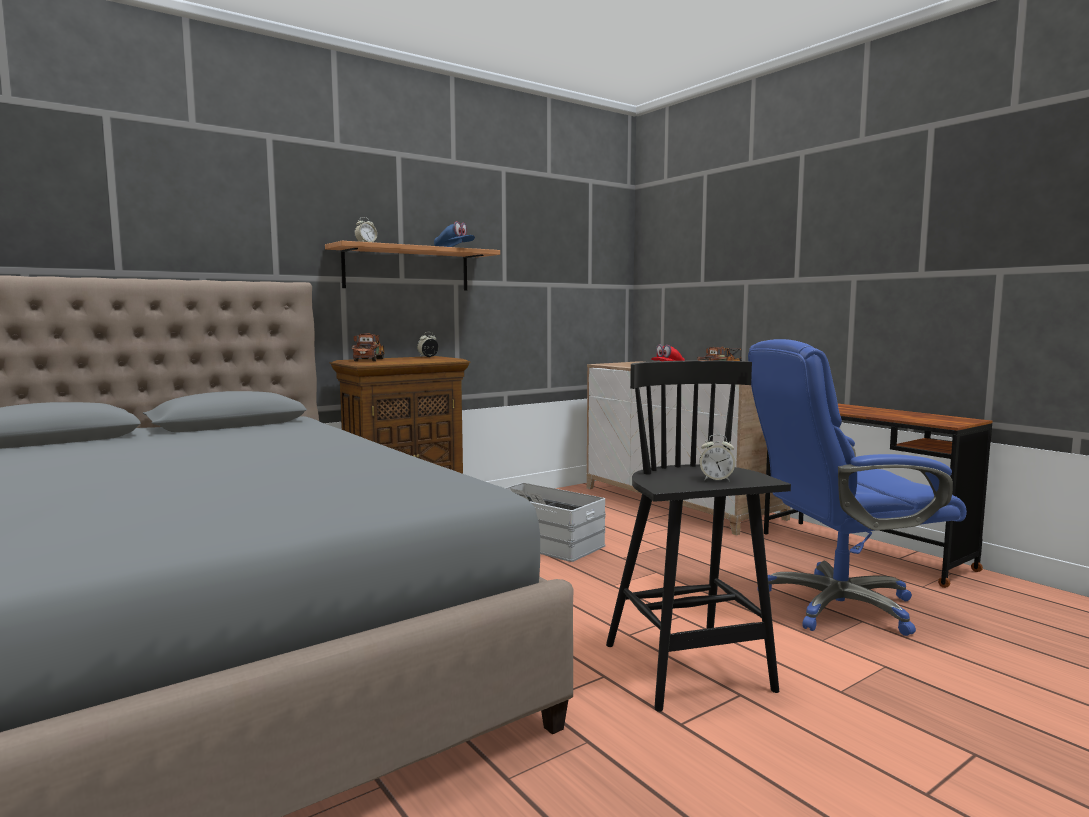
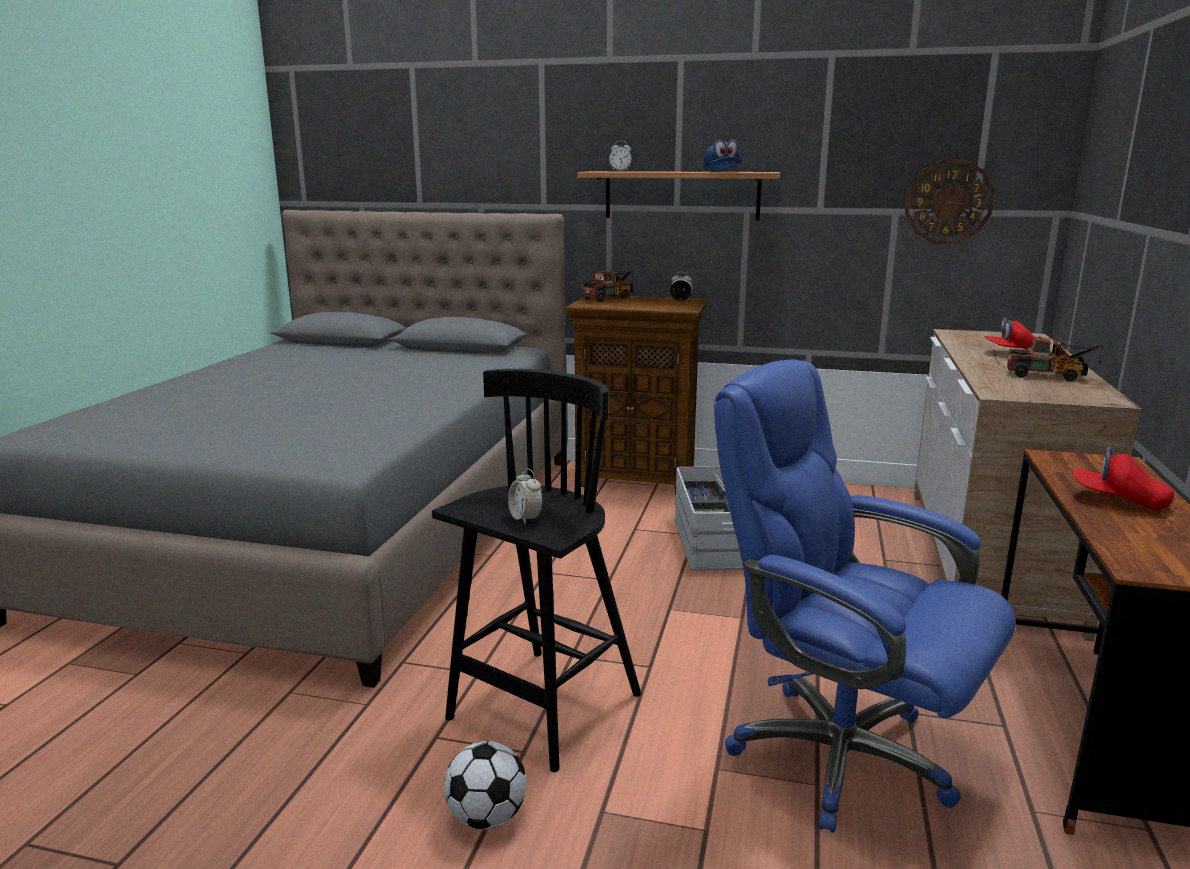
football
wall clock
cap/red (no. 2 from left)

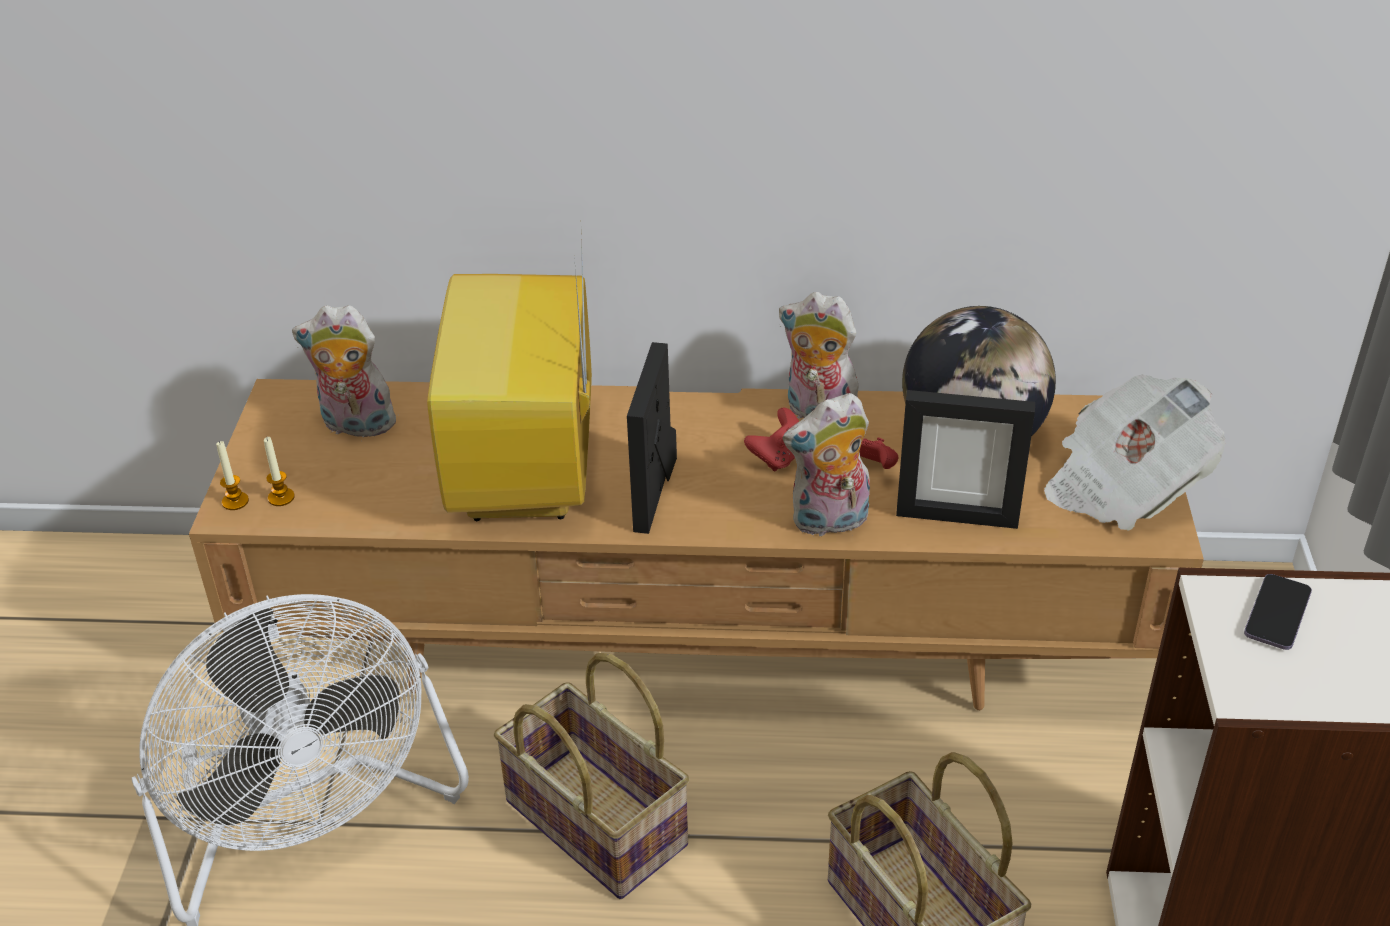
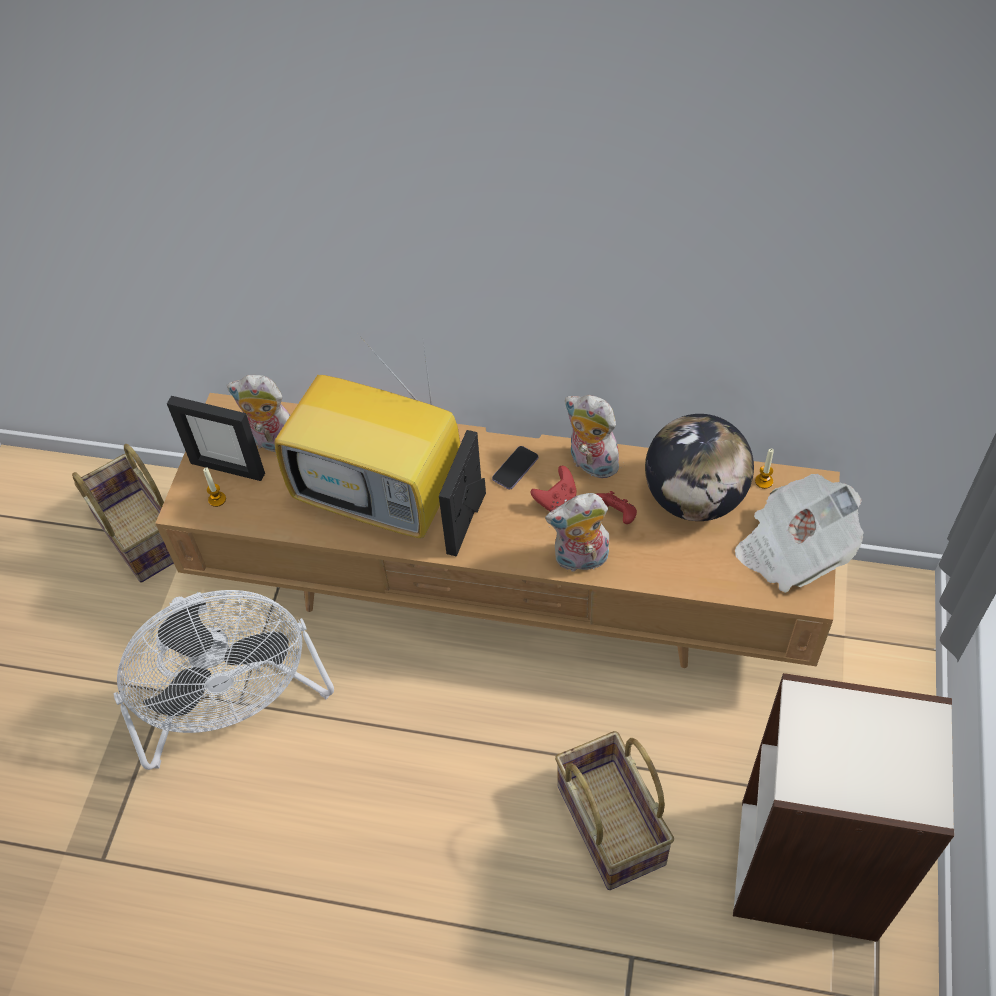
candle (no. 2 from left)
television
basket (no. 1 from left)
picture frame (no. 1 from left)
phone

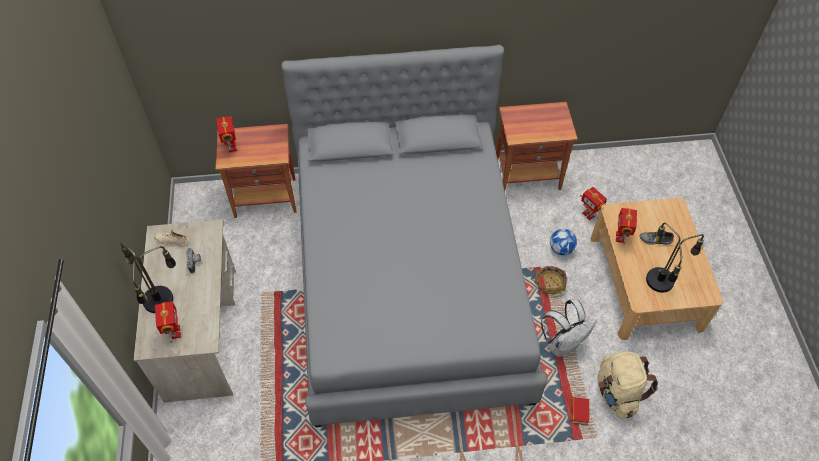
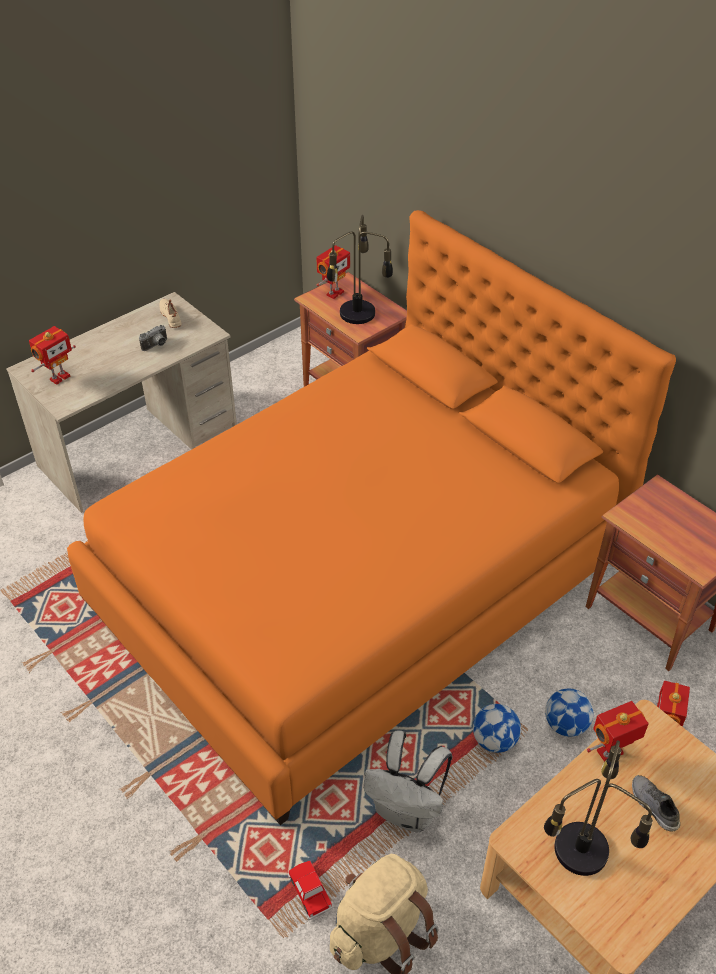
table lamp (no. 1 from left)
bed/orange
football (no. 1 from left)
toy car

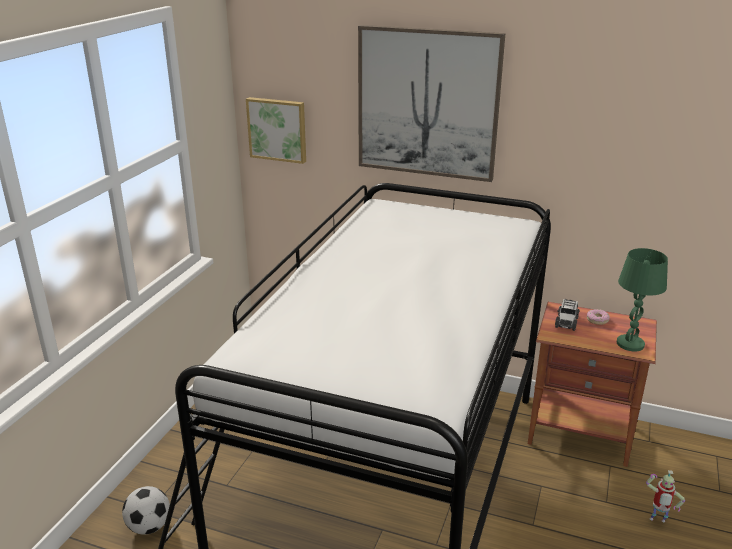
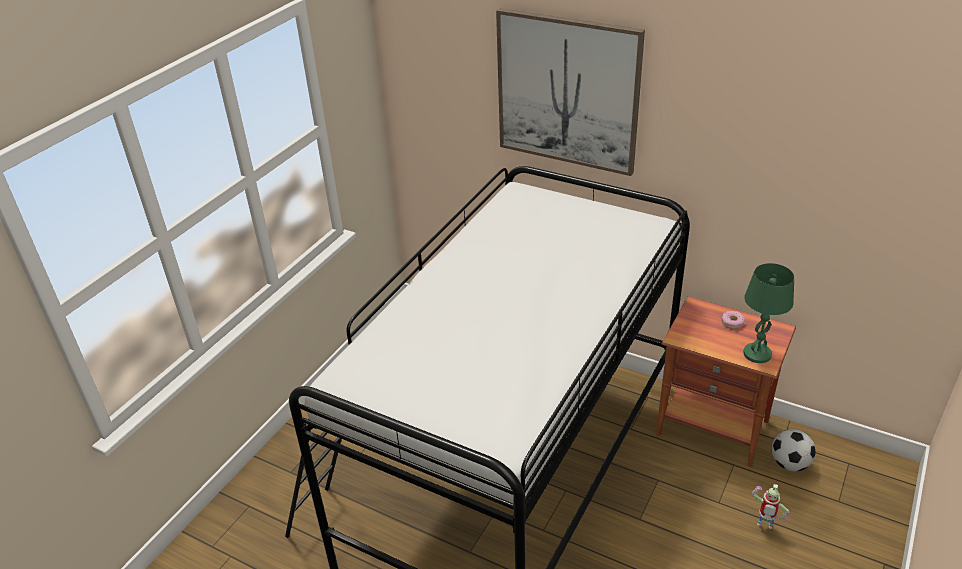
football
picture (no. 1 from left in the first image)
toy car

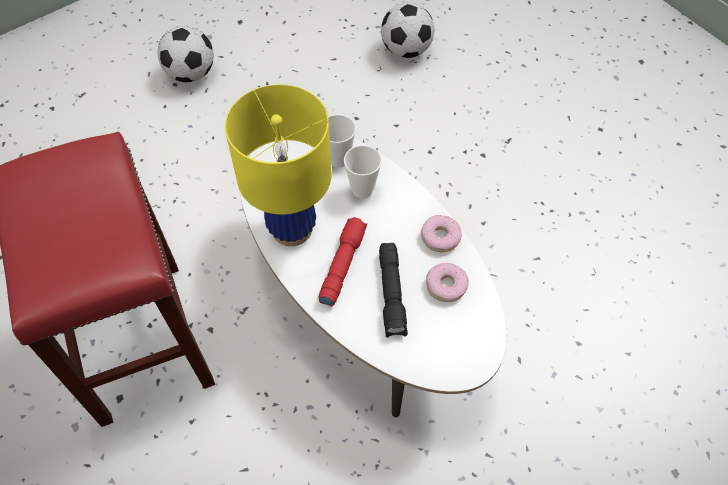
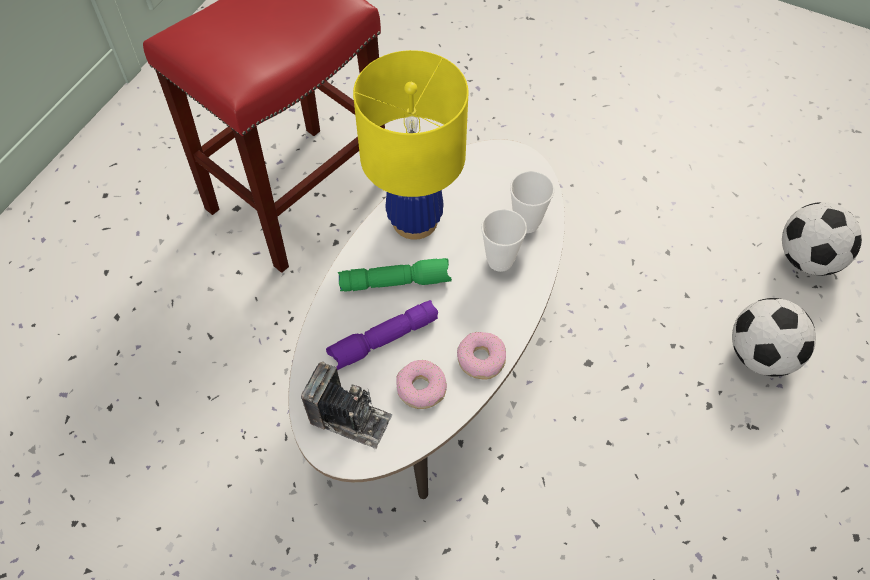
football (no. 1 from left)
flashlight/green
flashlight/purple
photo camera

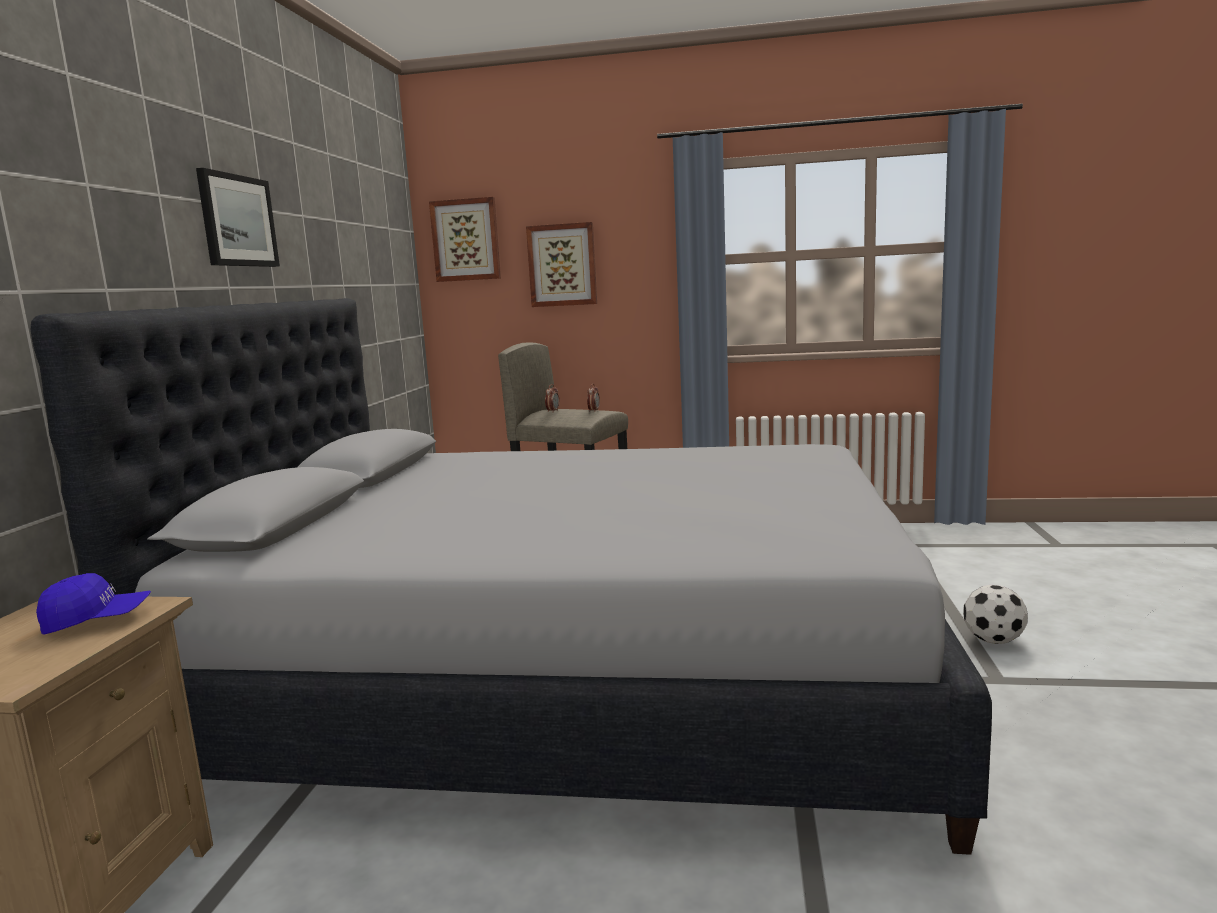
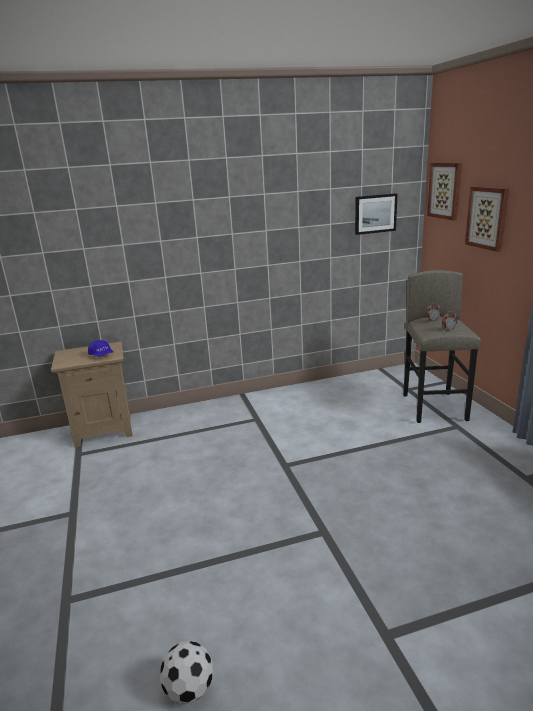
bed/grey
picture (no. 1 from left)
football

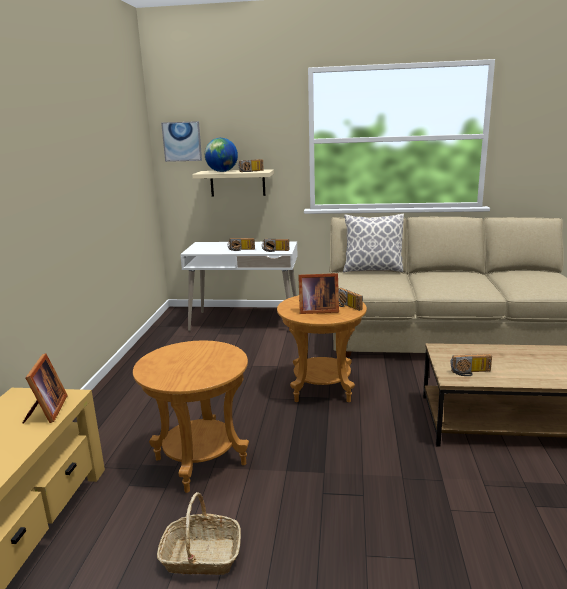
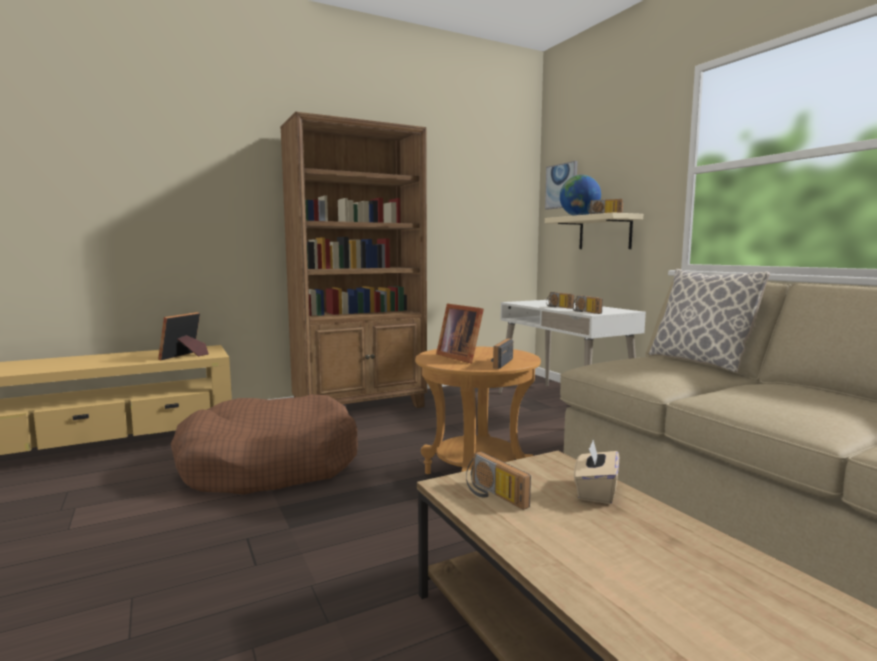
picture frame (no. 1 from left)
dog bed/brown
basket
bookcase/brown
tissue box/beige

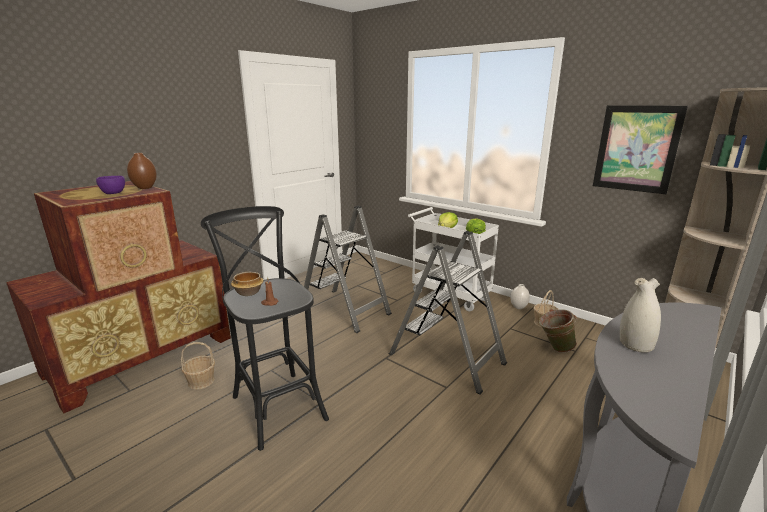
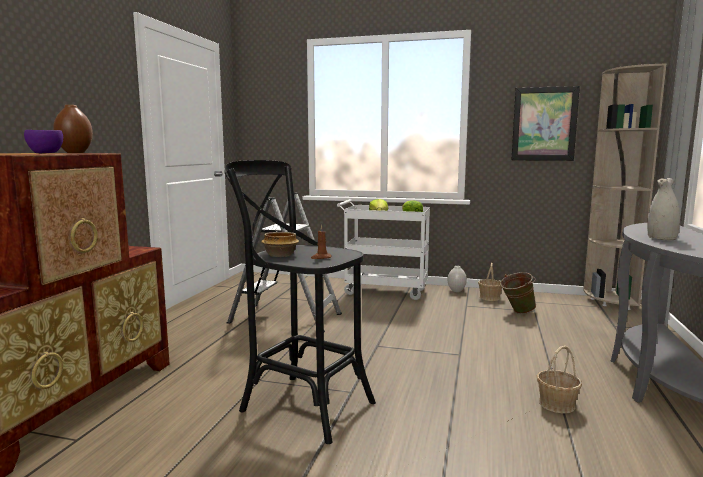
basket (no. 2 from left)
step ladder/grey (no. 2 from left in the first image)

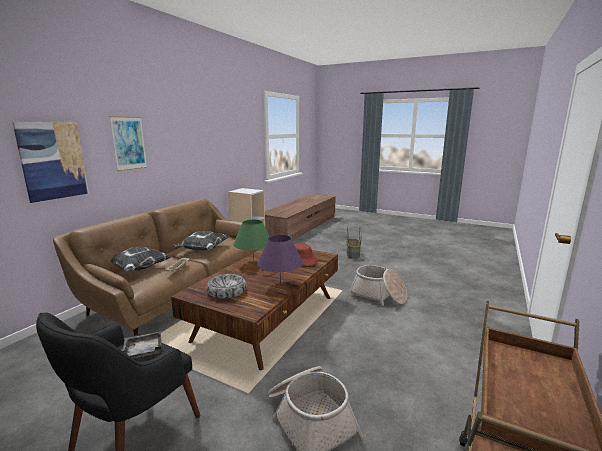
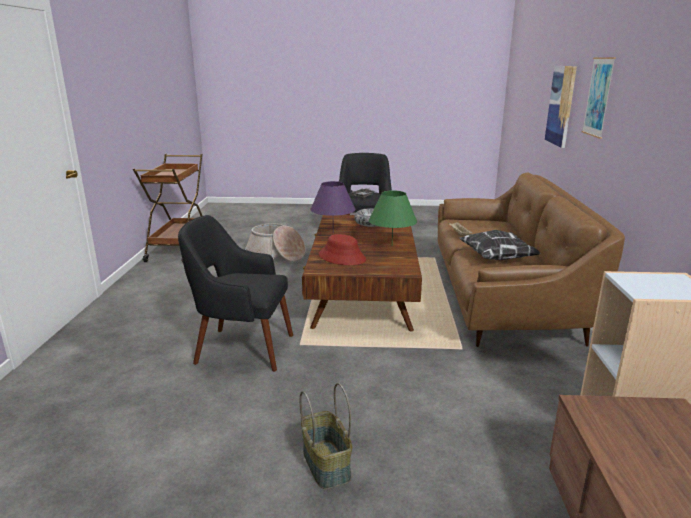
pillow (no. 1 from left in the first image)
armchair/black (no. 1 from left)

